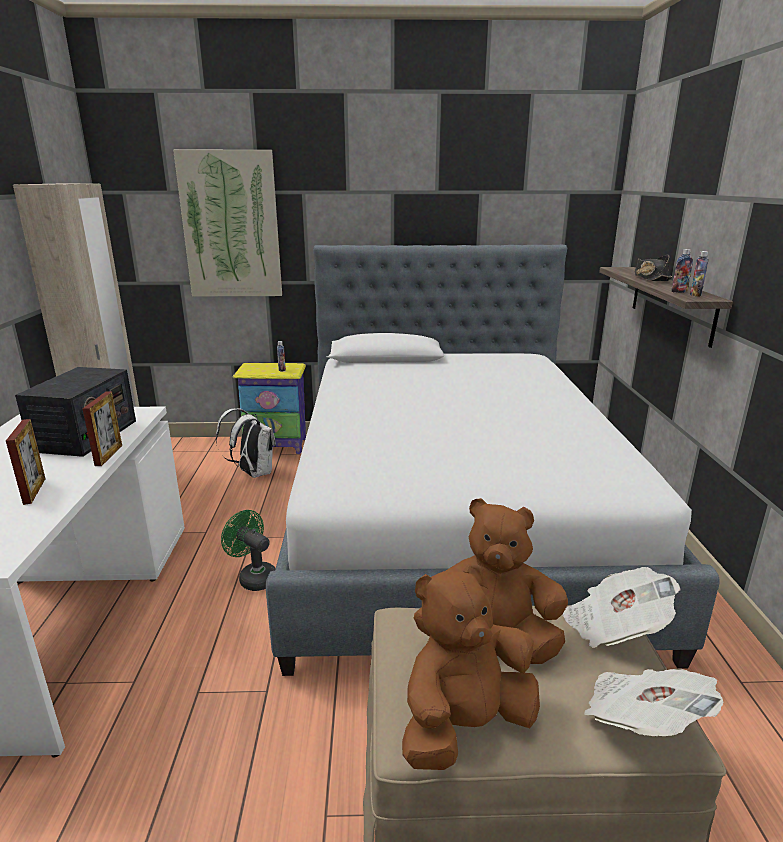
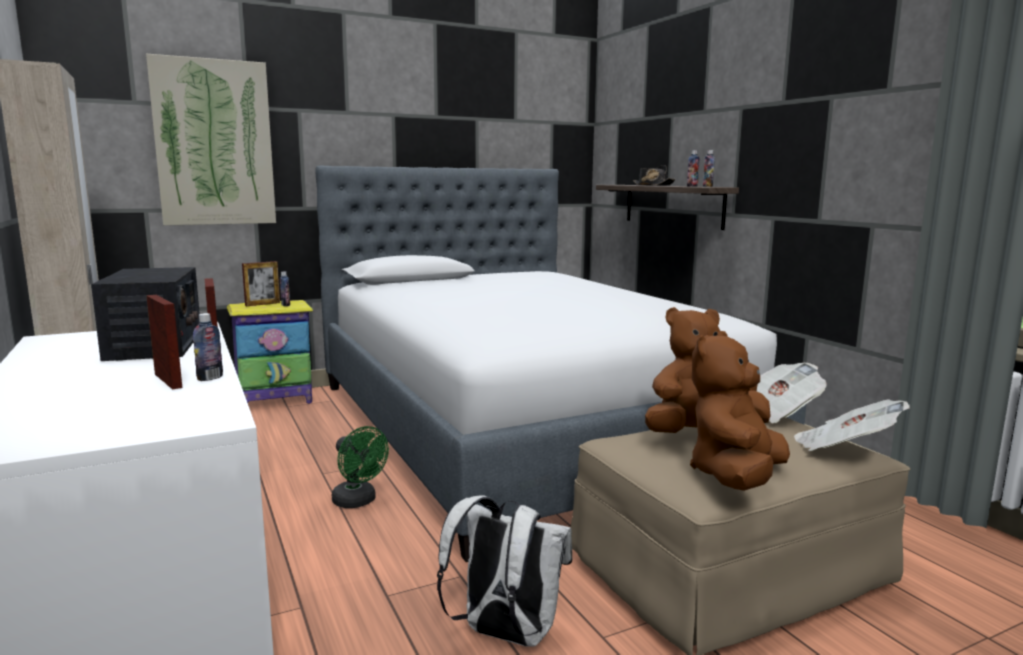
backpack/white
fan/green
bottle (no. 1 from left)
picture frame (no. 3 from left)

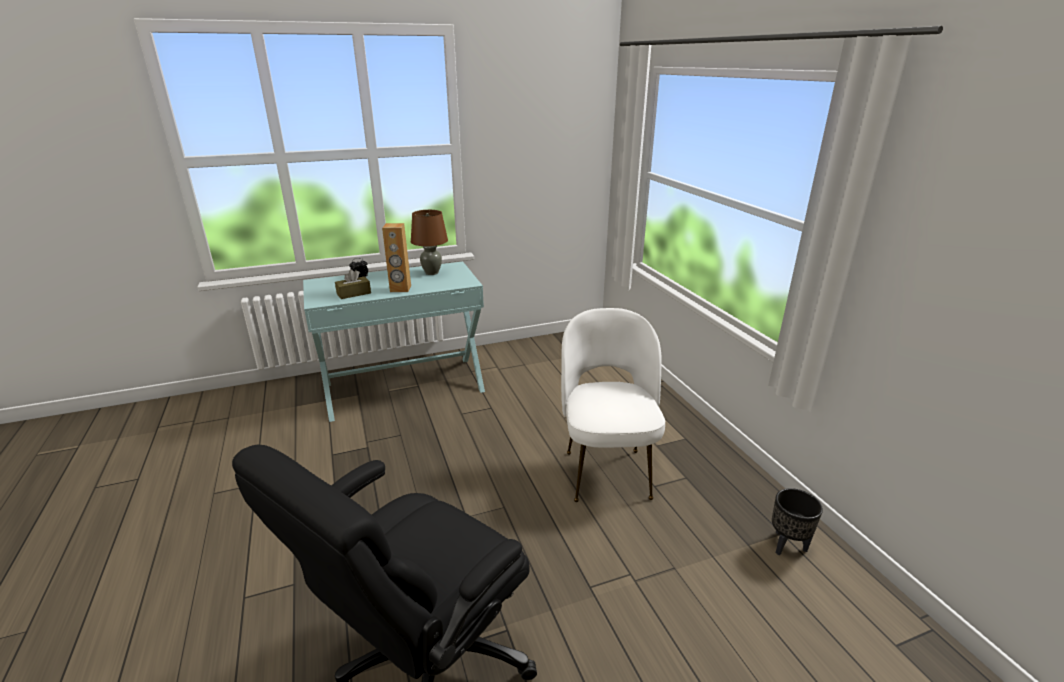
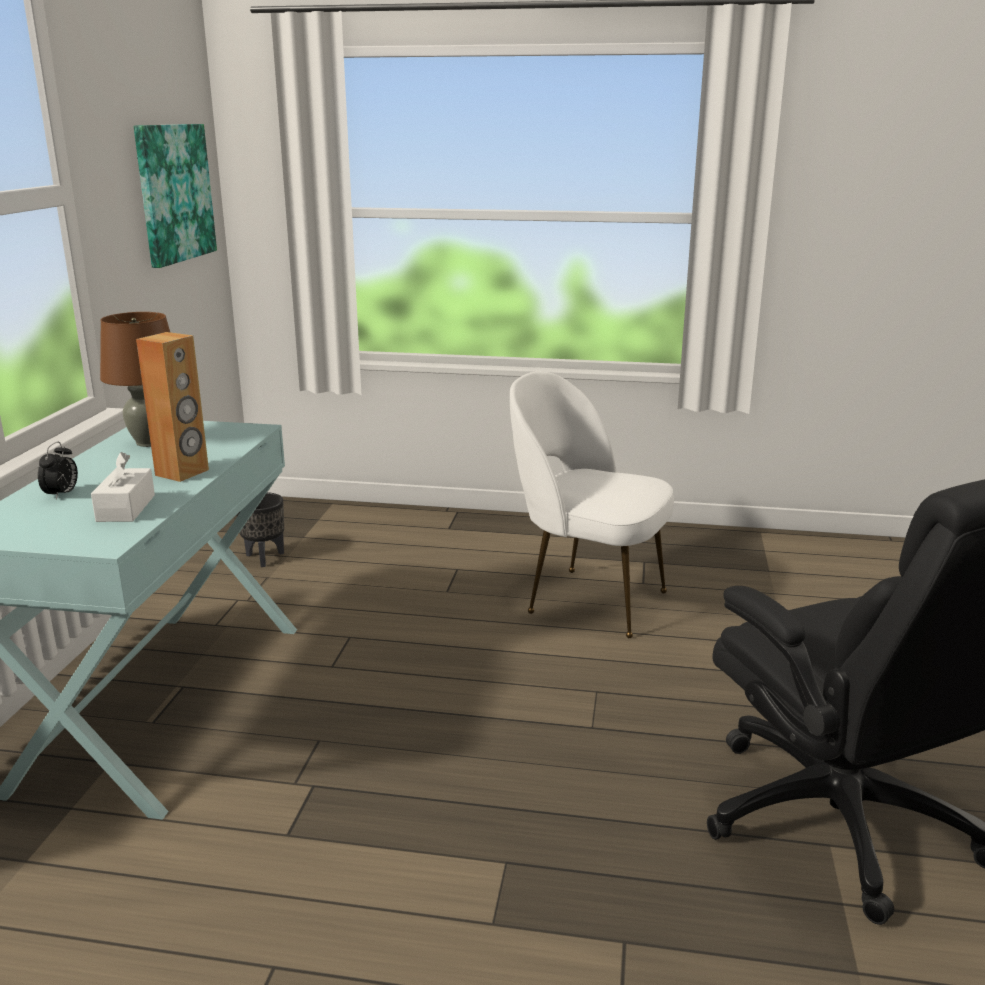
tissue box/white
planter/black
picture

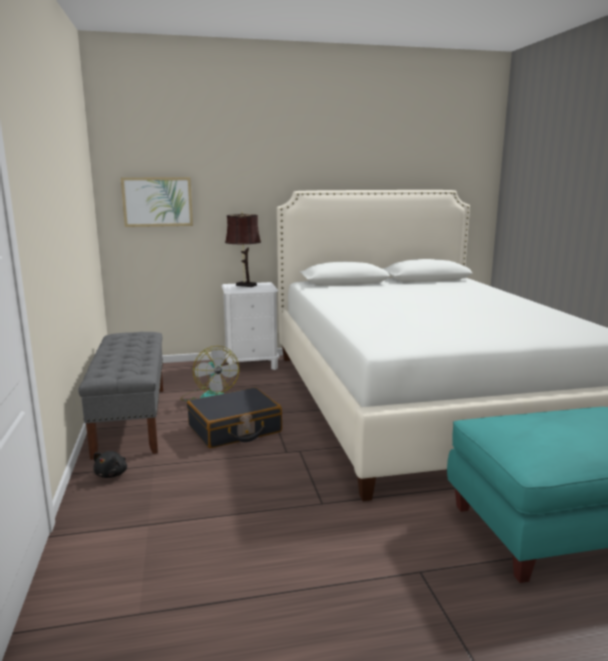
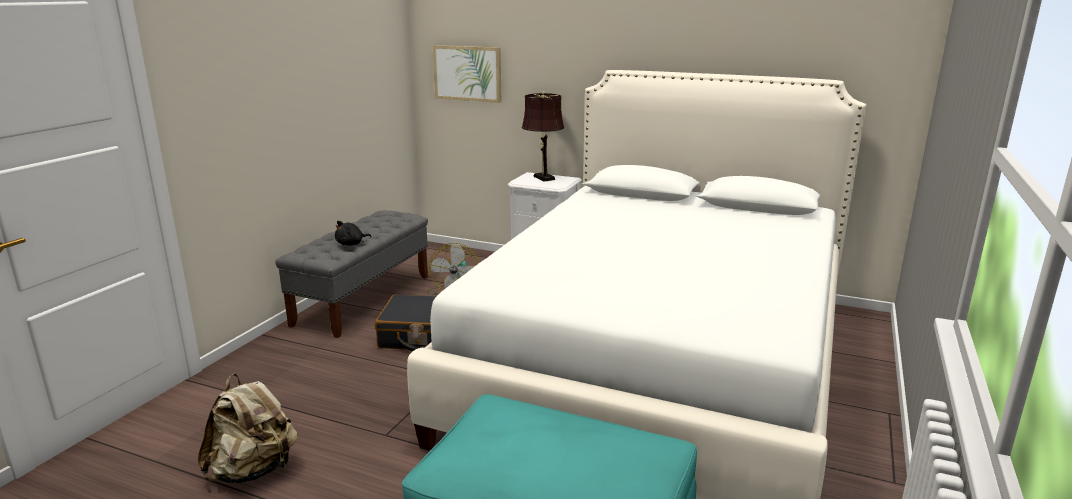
plush toy/black
backpack/beige

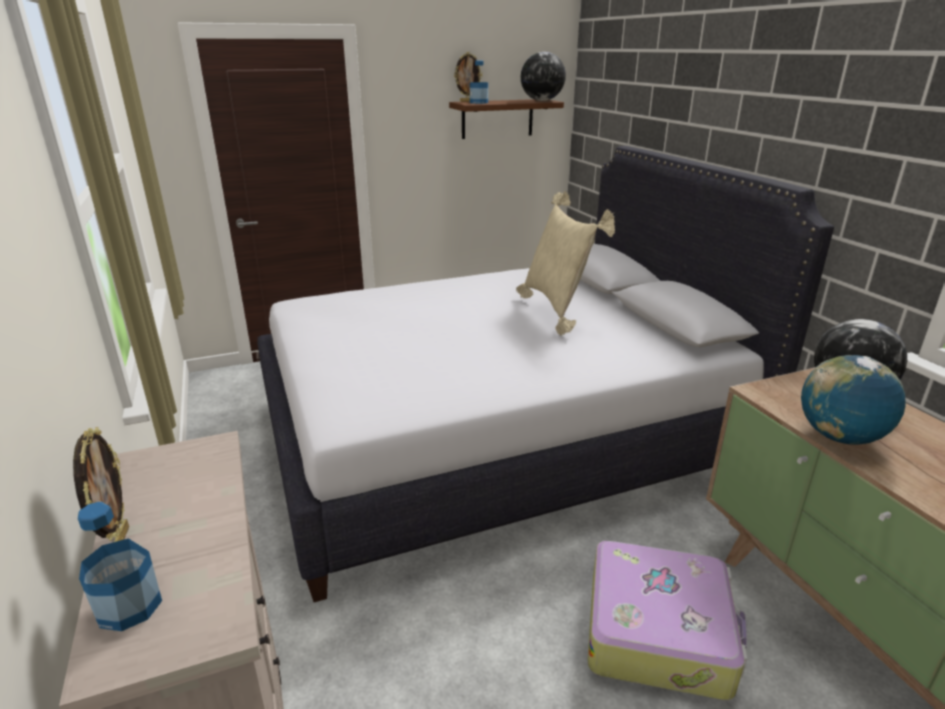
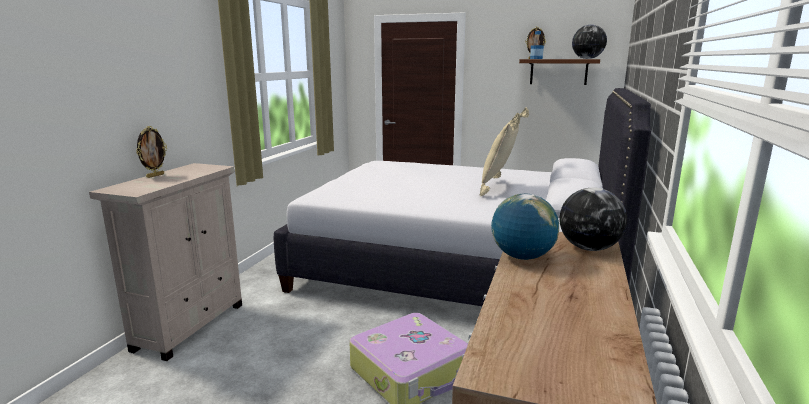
bottle (no. 1 from left in the first image)

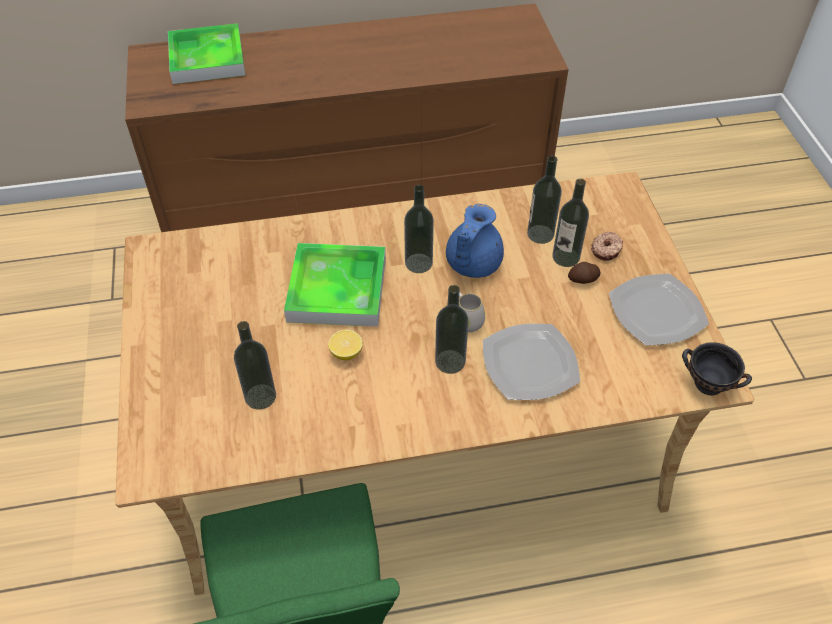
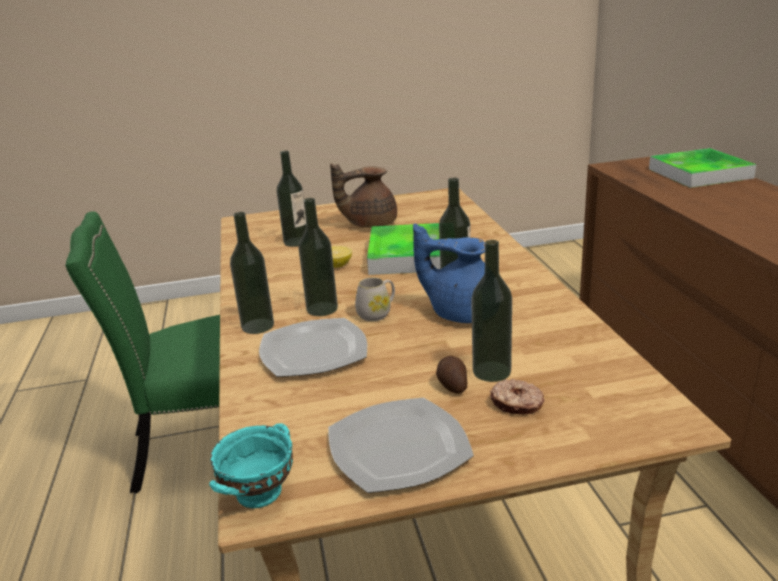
bottle (no. 1 from left)
bowl/turquoise
teapot/brown

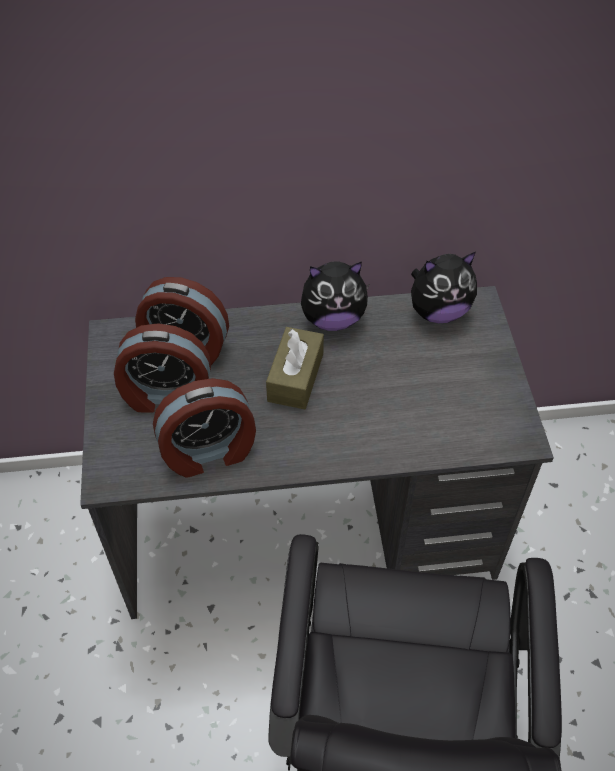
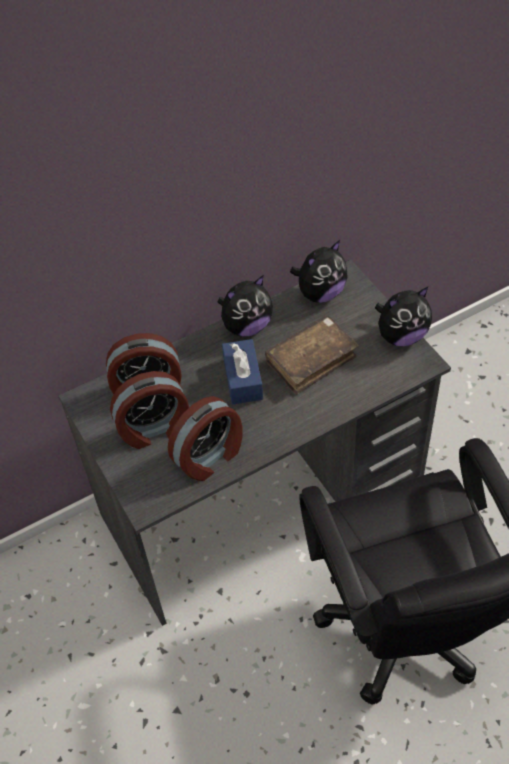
tissue box/blue
book/brown
plush toy (no. 3 from left)

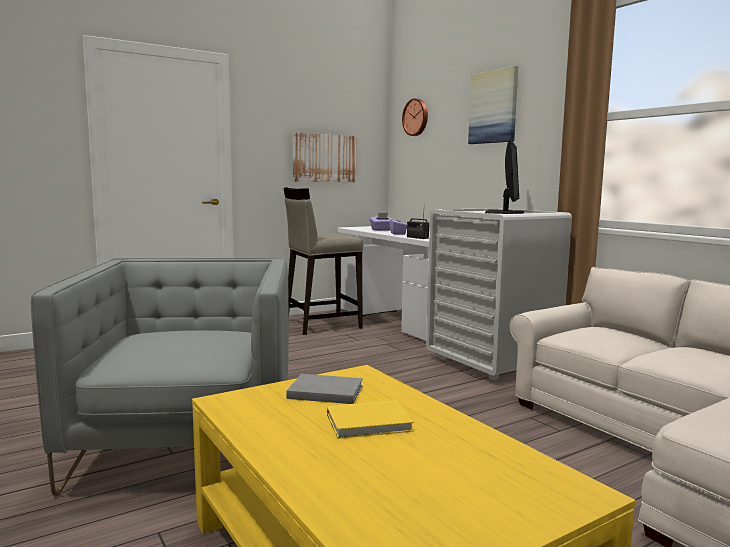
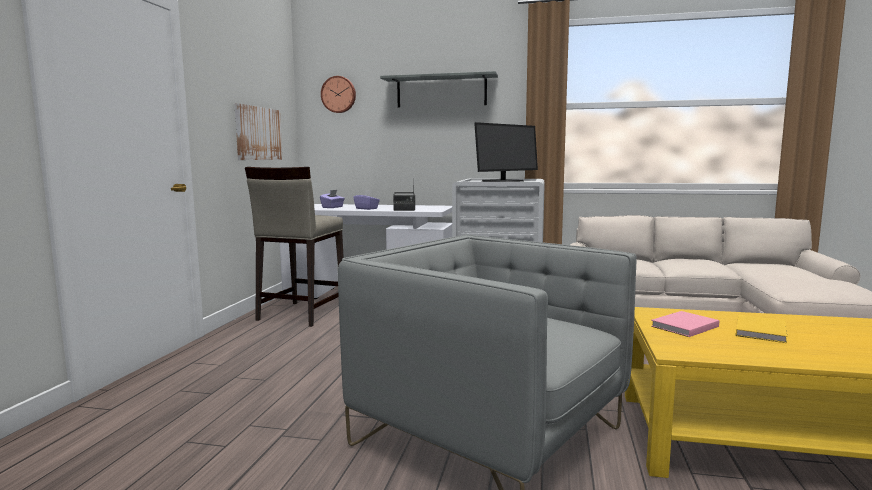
book/pink
shelf/grey
monitor

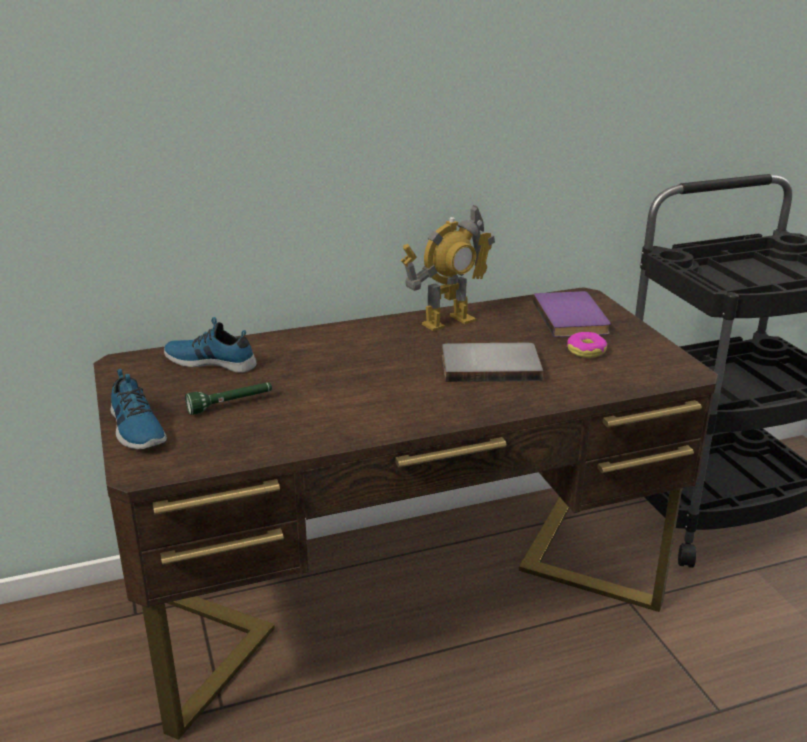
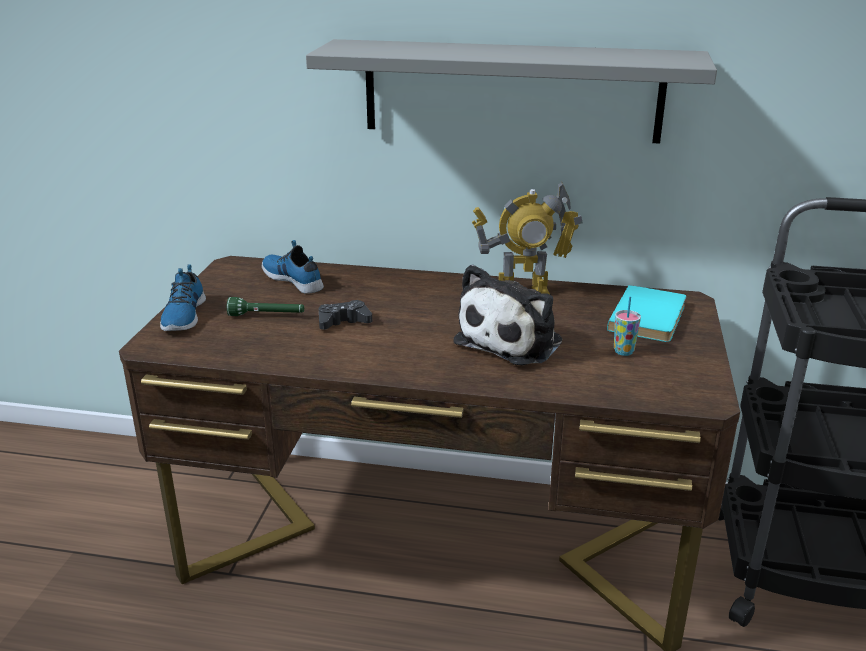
plush toy
book/turquoise
cup
shelf/grey
game controller/black

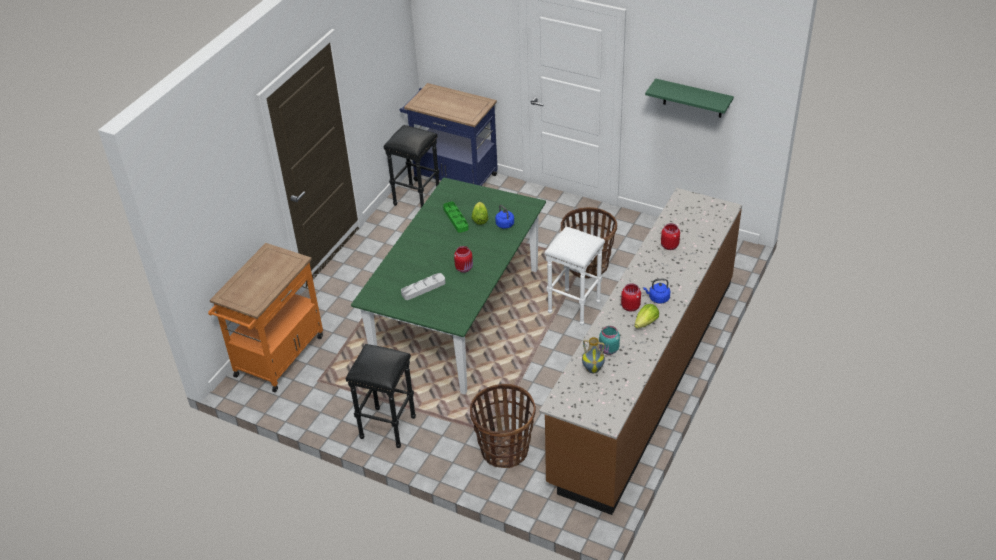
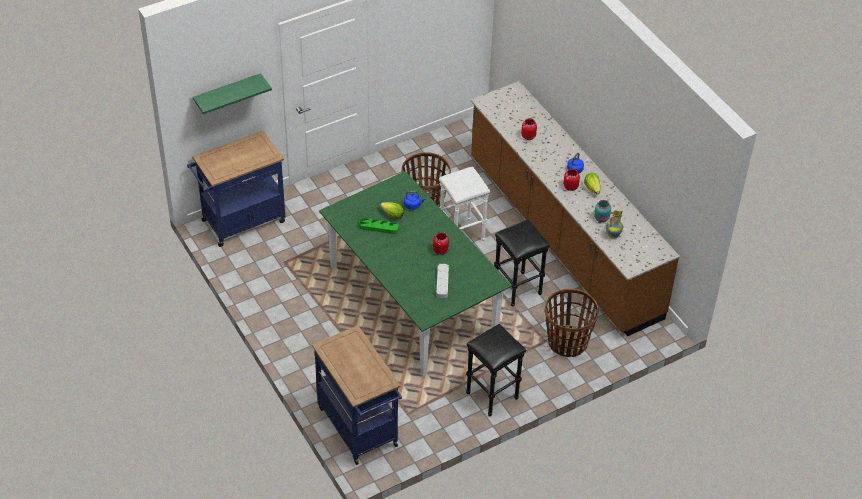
cart/blue (no. 2 from left)
stool/black (no. 2 from left)
shelf/green

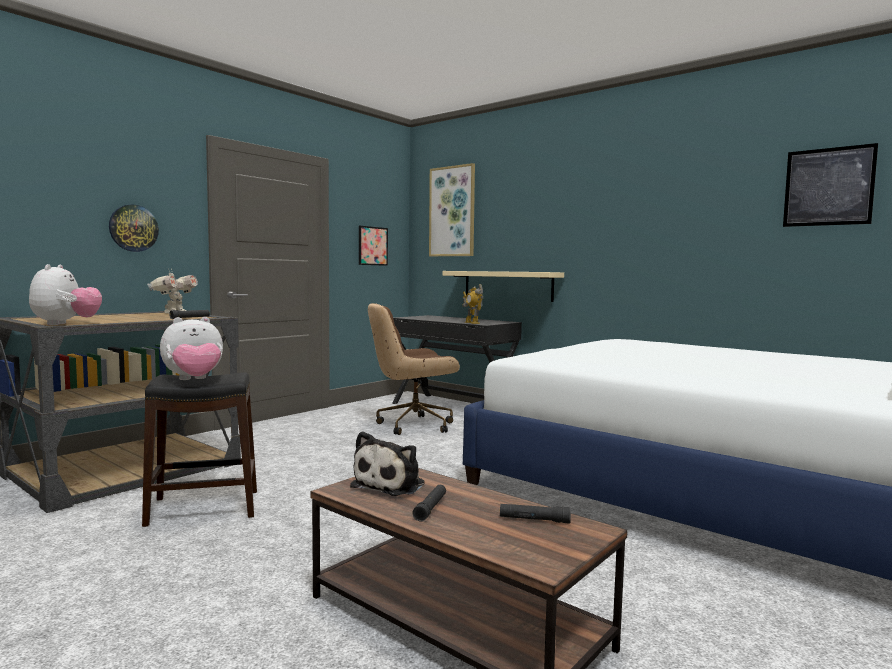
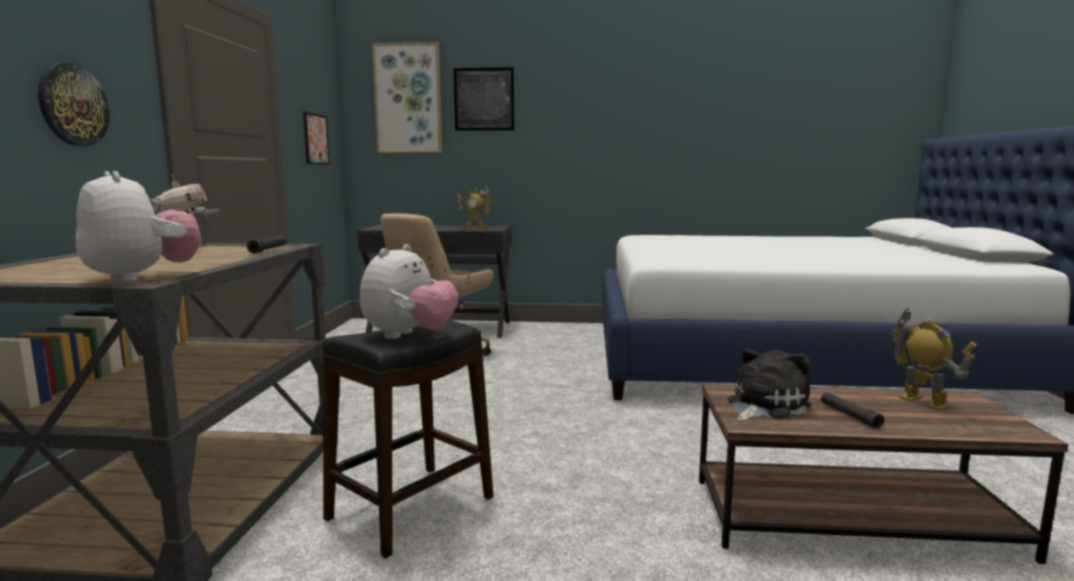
plush toy (no. 3 from left)
shelf/beige
toy robot (no. 3 from left)
picture (no. 3 from left)

